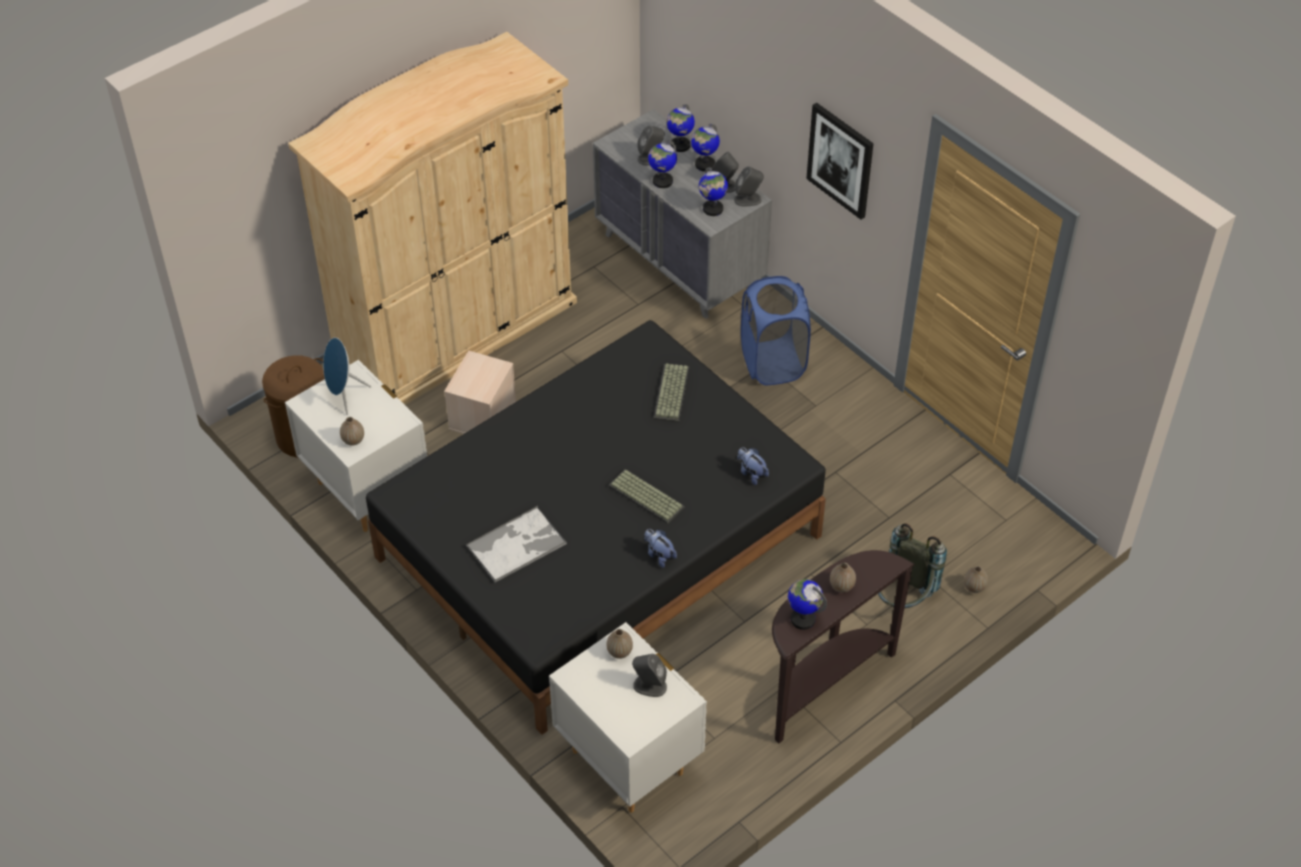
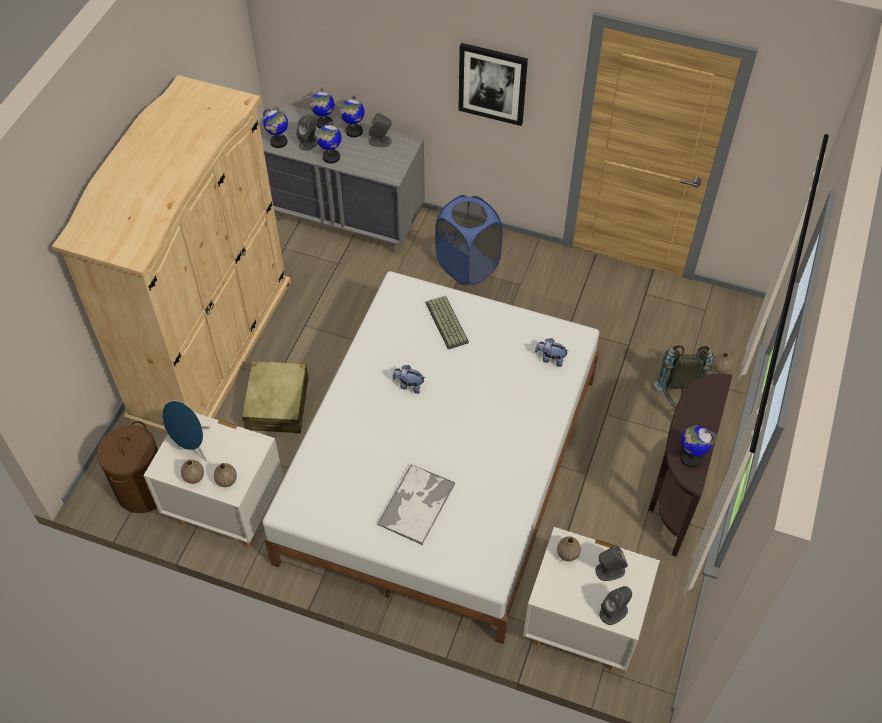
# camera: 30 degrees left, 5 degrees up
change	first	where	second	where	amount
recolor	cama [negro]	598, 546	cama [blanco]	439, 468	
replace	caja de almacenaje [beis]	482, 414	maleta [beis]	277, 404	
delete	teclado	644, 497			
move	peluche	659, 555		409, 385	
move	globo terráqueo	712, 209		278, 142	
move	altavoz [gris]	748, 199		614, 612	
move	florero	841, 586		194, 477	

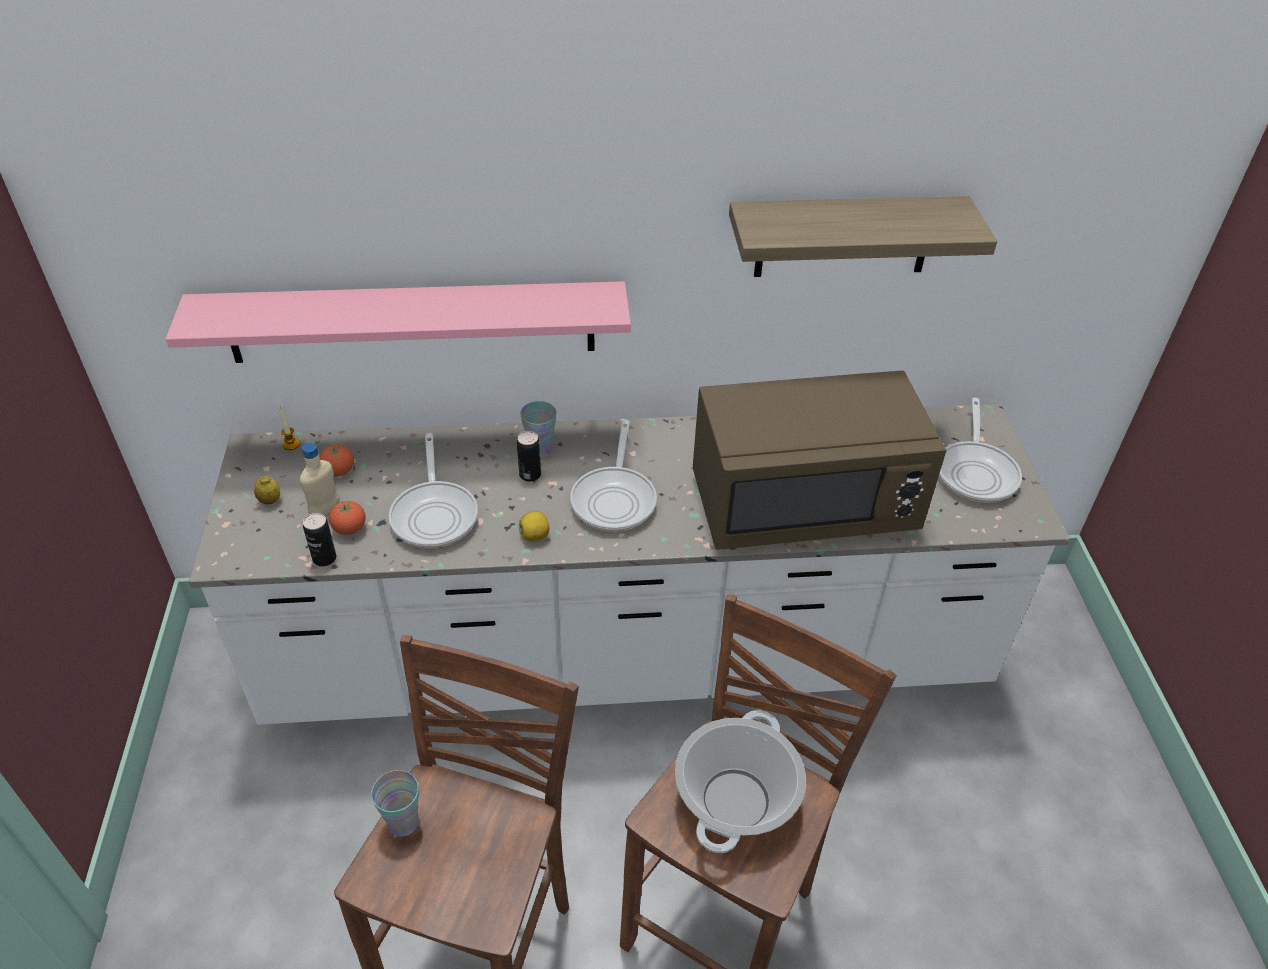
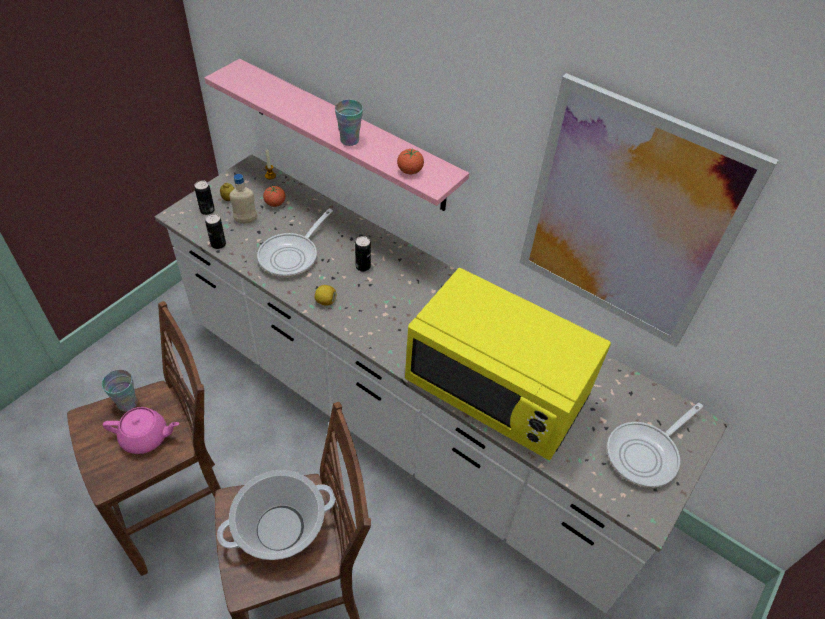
# camera: 40 degrees right, 5 degrees up
change	first	where	second	where	amount
move	tomate	350, 529		410, 171	
move	taza	540, 449		349, 140	
delete	sartén	615, 499			
recolor	microondas [marrón]	803, 505	microondas [amarillo]	497, 391	
replace	estante	844, 236	cuadro	627, 218	
insert			tetera [rosa]	146, 437	
insert			lata	207, 210	

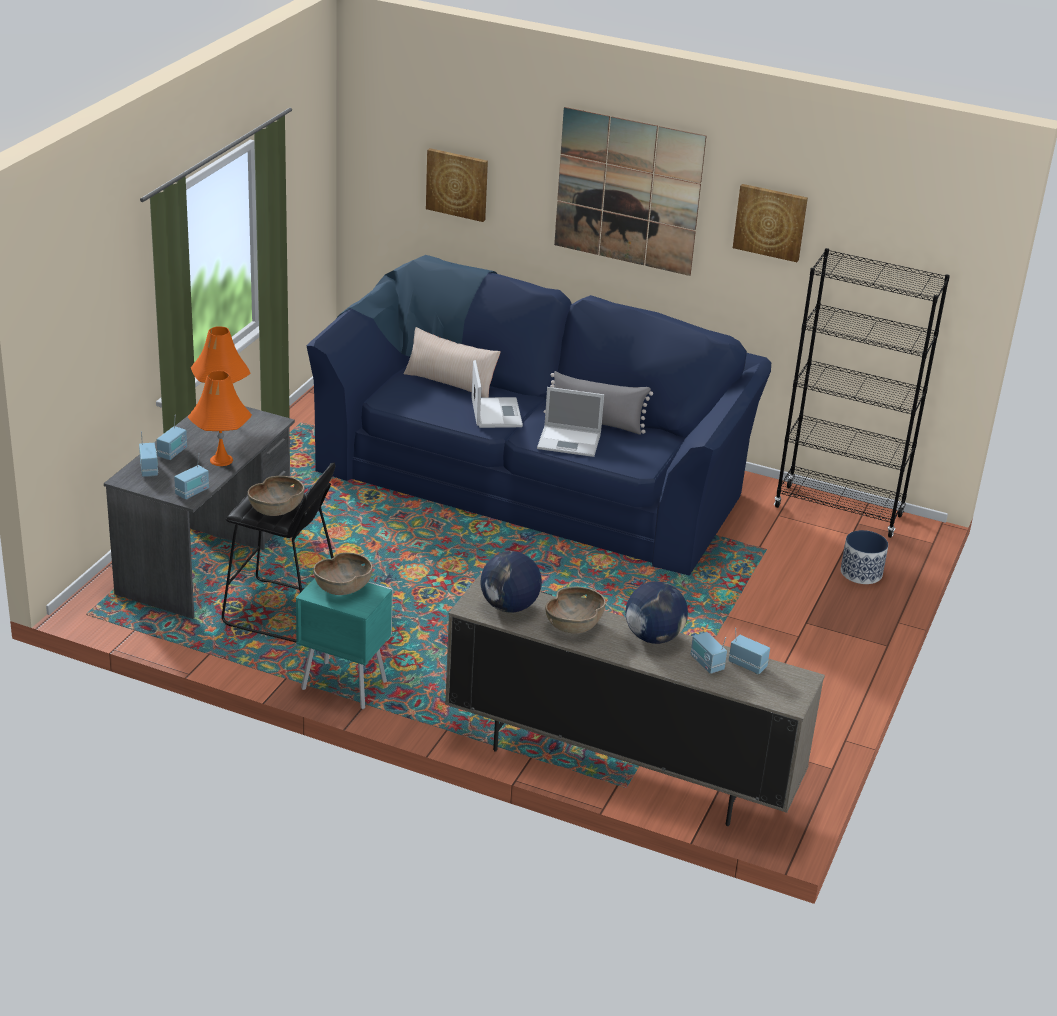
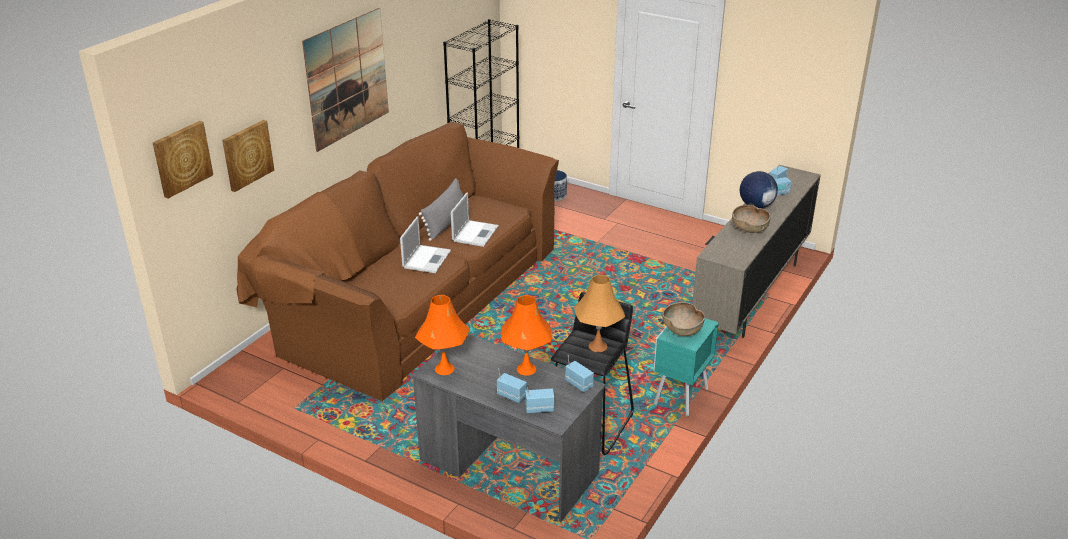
# camera: 80 degrees left, 0 degrees up
change	first	where	second	where	amount
replace	cuenco [marrón]	276, 510	lámpara de mesa [naranja]	598, 346	
recolor	sofá [azul]	532, 476	sofá [marrón]	415, 297	
delete	cojín [beis]	450, 382			
rotate	portátil	496, 412		427, 259	105 degrees clockwise
delete	globo terráqueo	509, 607			
move	cuadro	770, 222		182, 158	

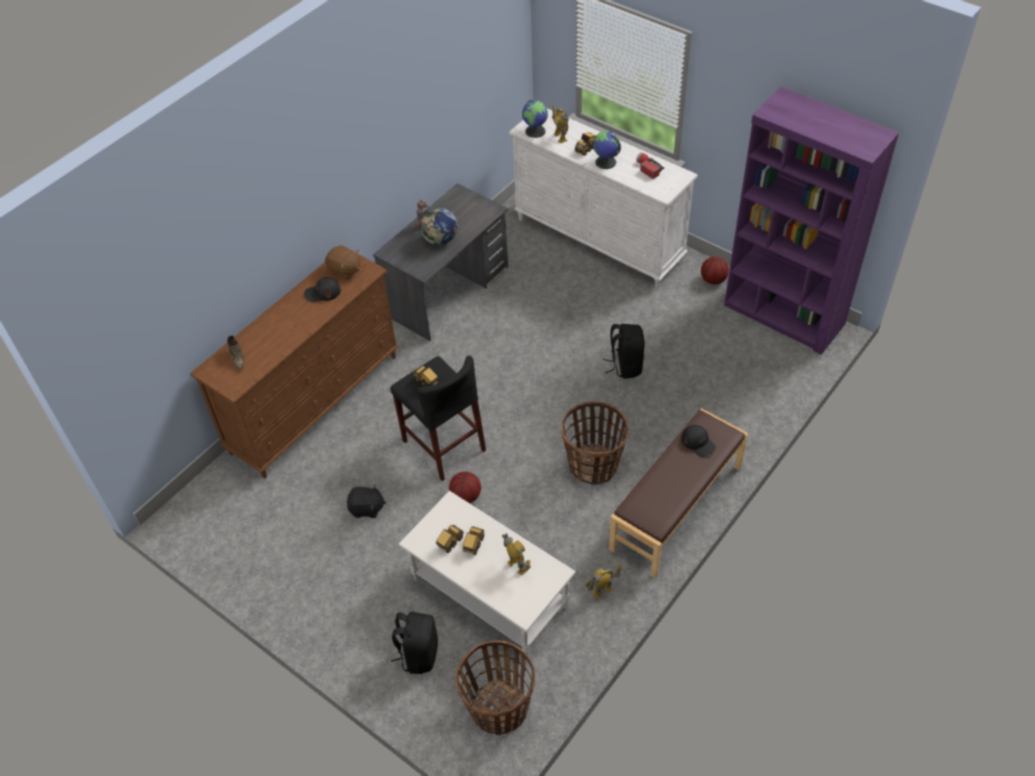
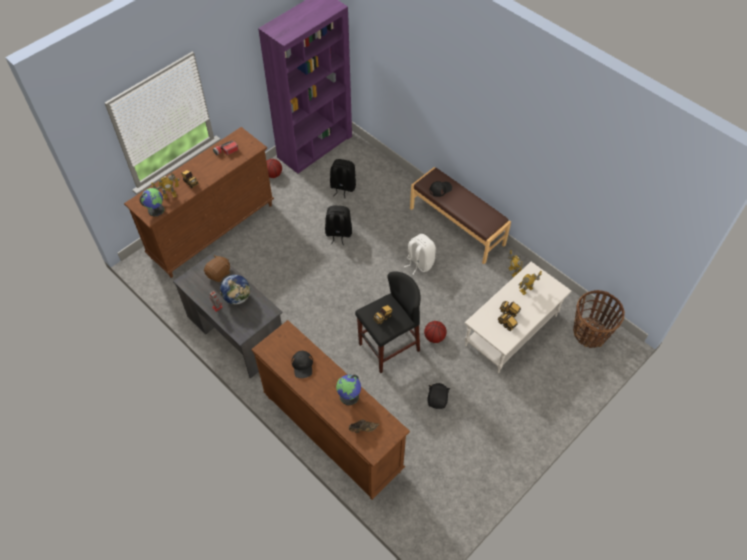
# camera: 85 degrees left, 5 degrees up
change	first	where	second	where	amount
move	peluche [marrón]	345, 270		219, 273	
move	mochila [negro]	418, 654		342, 187	
recolor	cómoda [blanco]	599, 240	cómoda [marrón]	213, 230	
replace	cesta	593, 465	mochila [blanco]	419, 263	
move	globo terráqueo	605, 162		349, 396	

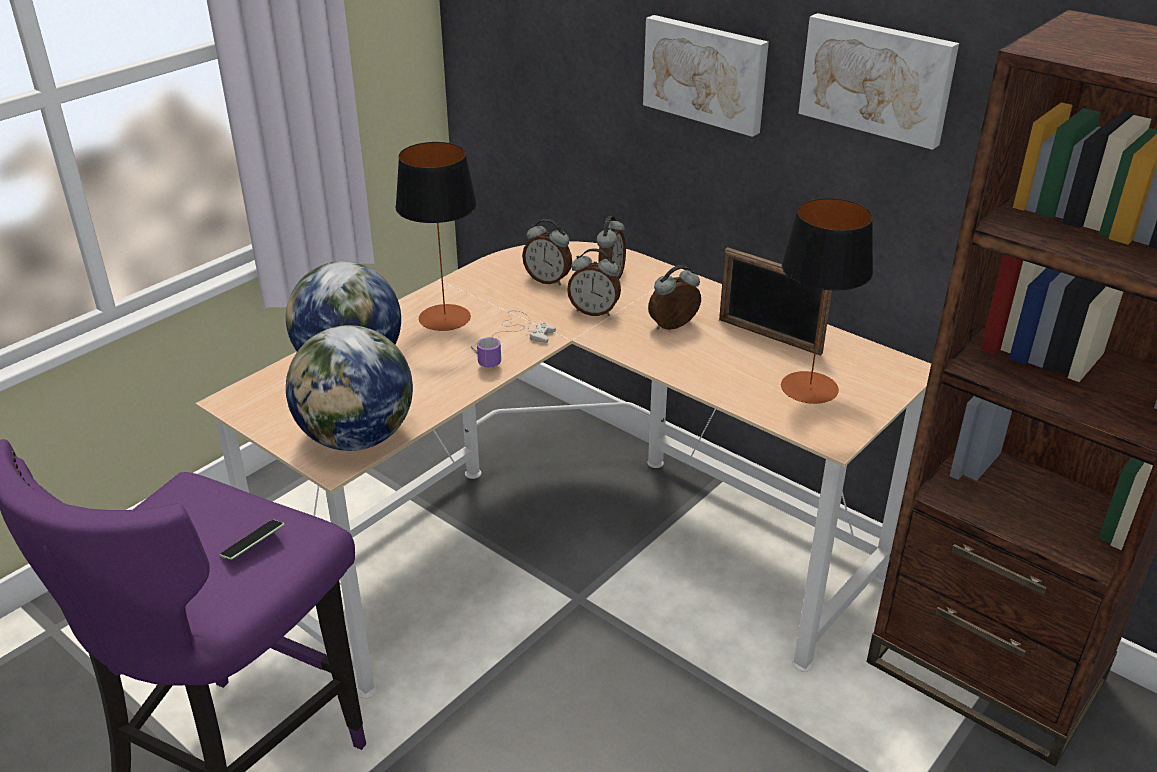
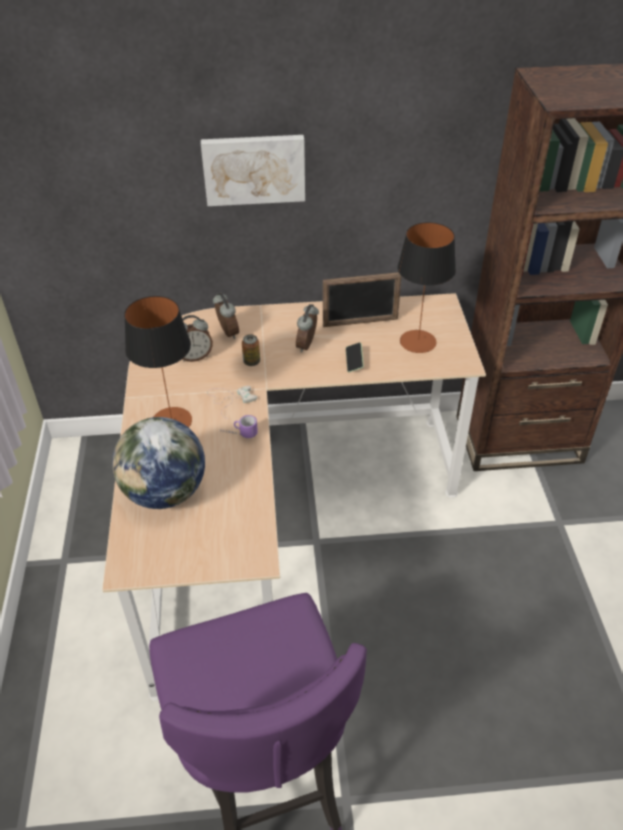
# camera: 45 degrees left, 10 degrees up
change	first	where	second	where	amount
move	móvil	253, 546		354, 361	
delete	globo terráqueo	357, 438			
replace	despertador	594, 311	lata	251, 362	
delete	cuadro	877, 78			

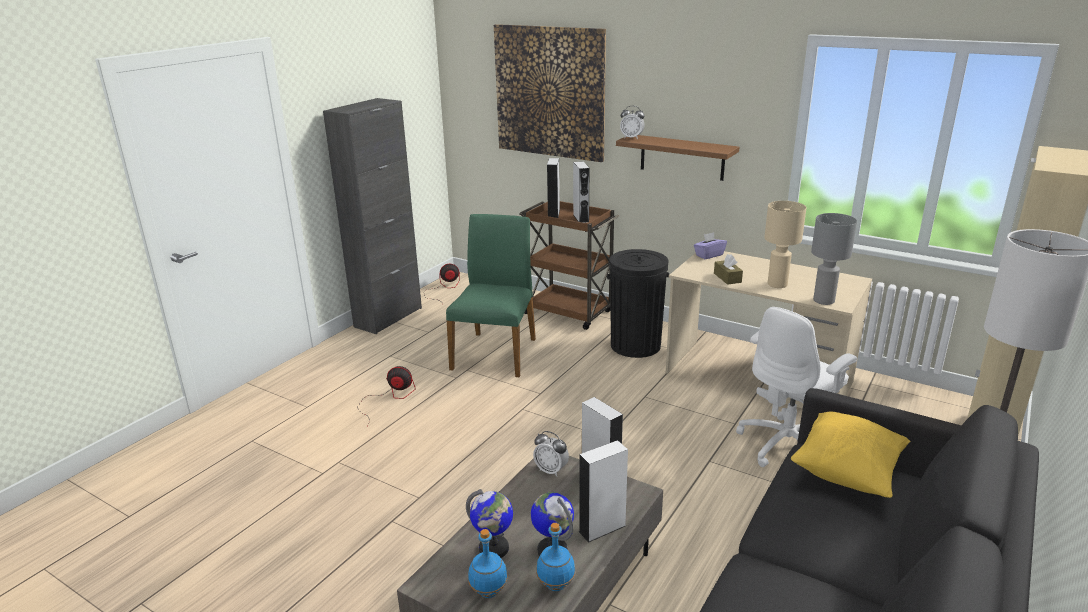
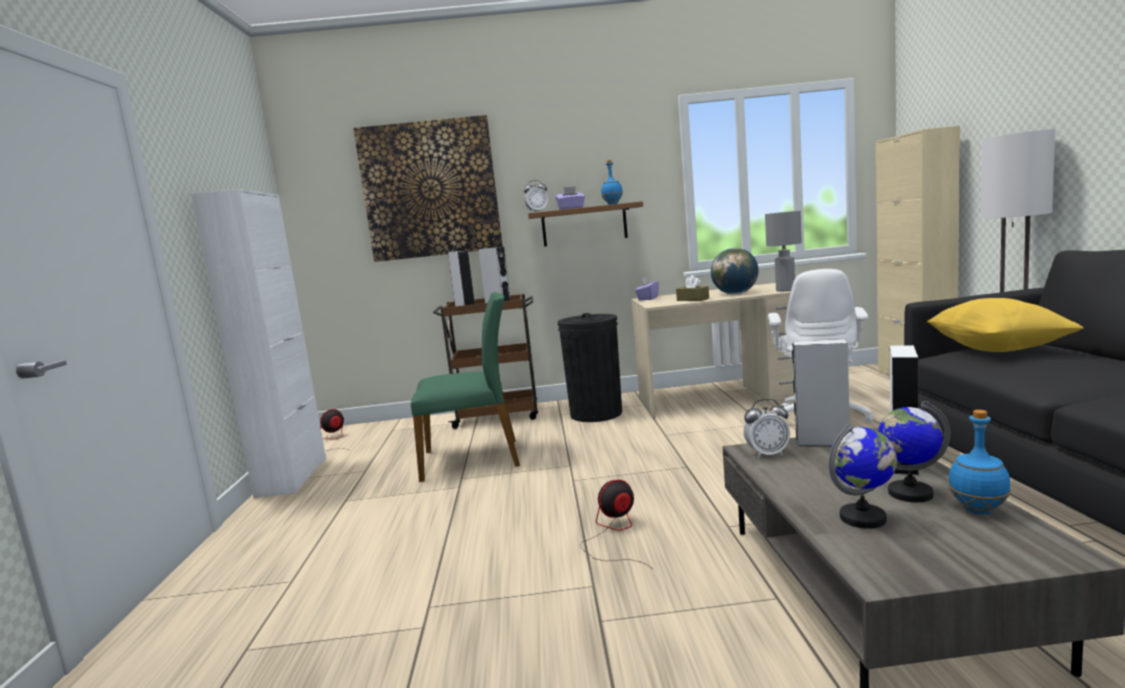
# camera: 35 degrees left, 15 degrees down
change	first	where	second	where	amount
recolor	armario [negro]	388, 317	armario [blanco]	292, 477	
move	ventilador	389, 398		614, 533	
rotate	silla [verde]	496, 353		472, 458	105 degrees clockwise
move	botella [azul]	489, 591		612, 204	
replace	lámpara de mesa [beis]	778, 284	globo terráqueo	735, 294	
insert			caja de pañuelos [morado]	571, 208	

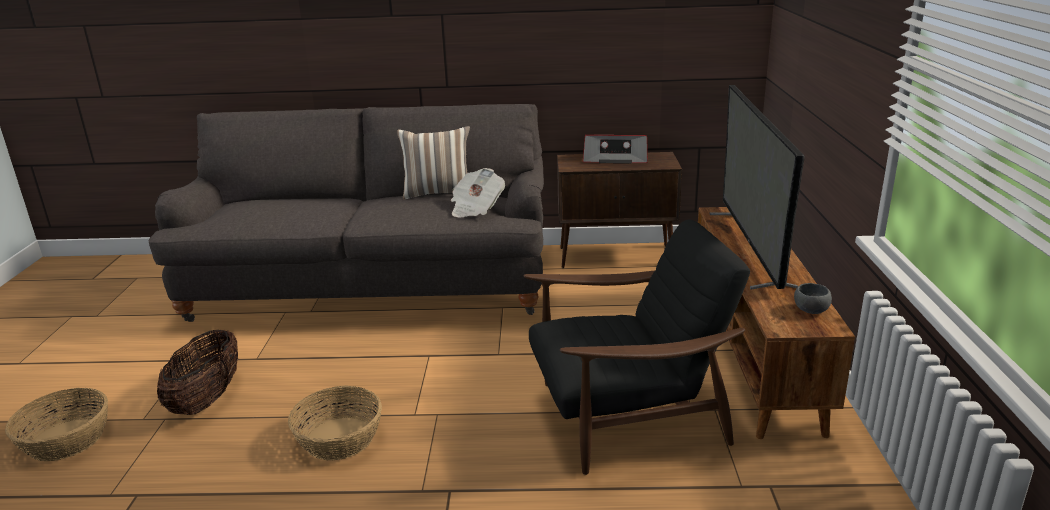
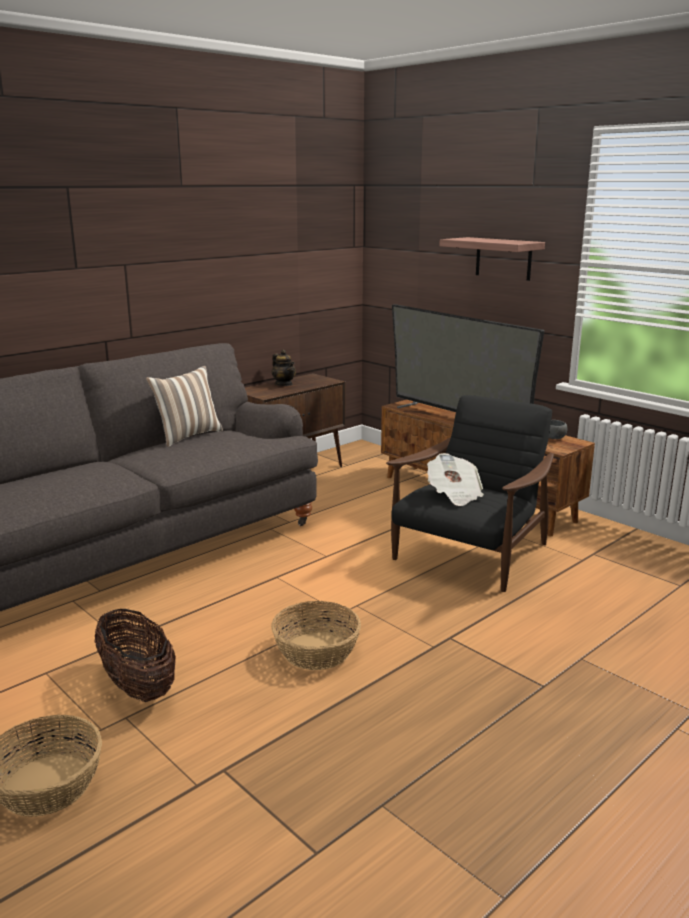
# camera: 45 degrees left, 5 degrees down
change	first	where	second	where	amount
move	periódico	476, 208		454, 494	
replace	radio	615, 158	tetera	284, 384	
insert			estante	503, 258	

